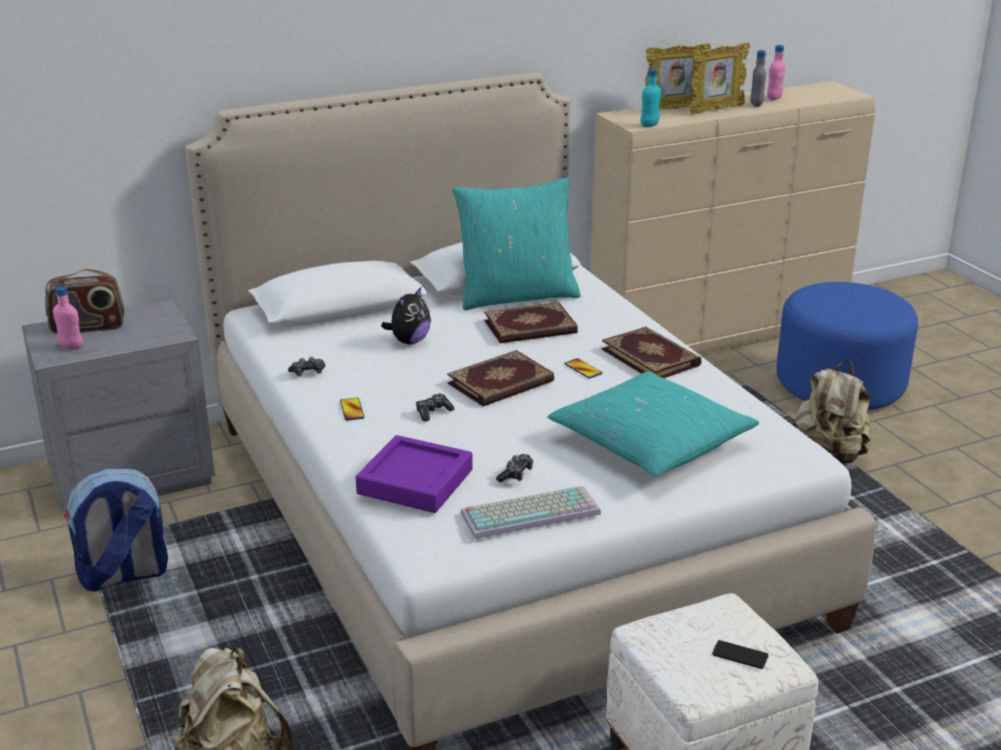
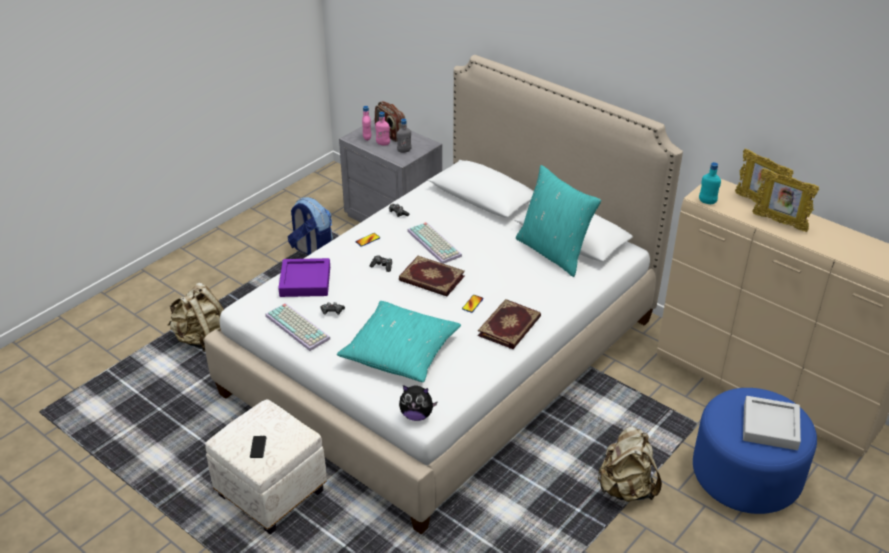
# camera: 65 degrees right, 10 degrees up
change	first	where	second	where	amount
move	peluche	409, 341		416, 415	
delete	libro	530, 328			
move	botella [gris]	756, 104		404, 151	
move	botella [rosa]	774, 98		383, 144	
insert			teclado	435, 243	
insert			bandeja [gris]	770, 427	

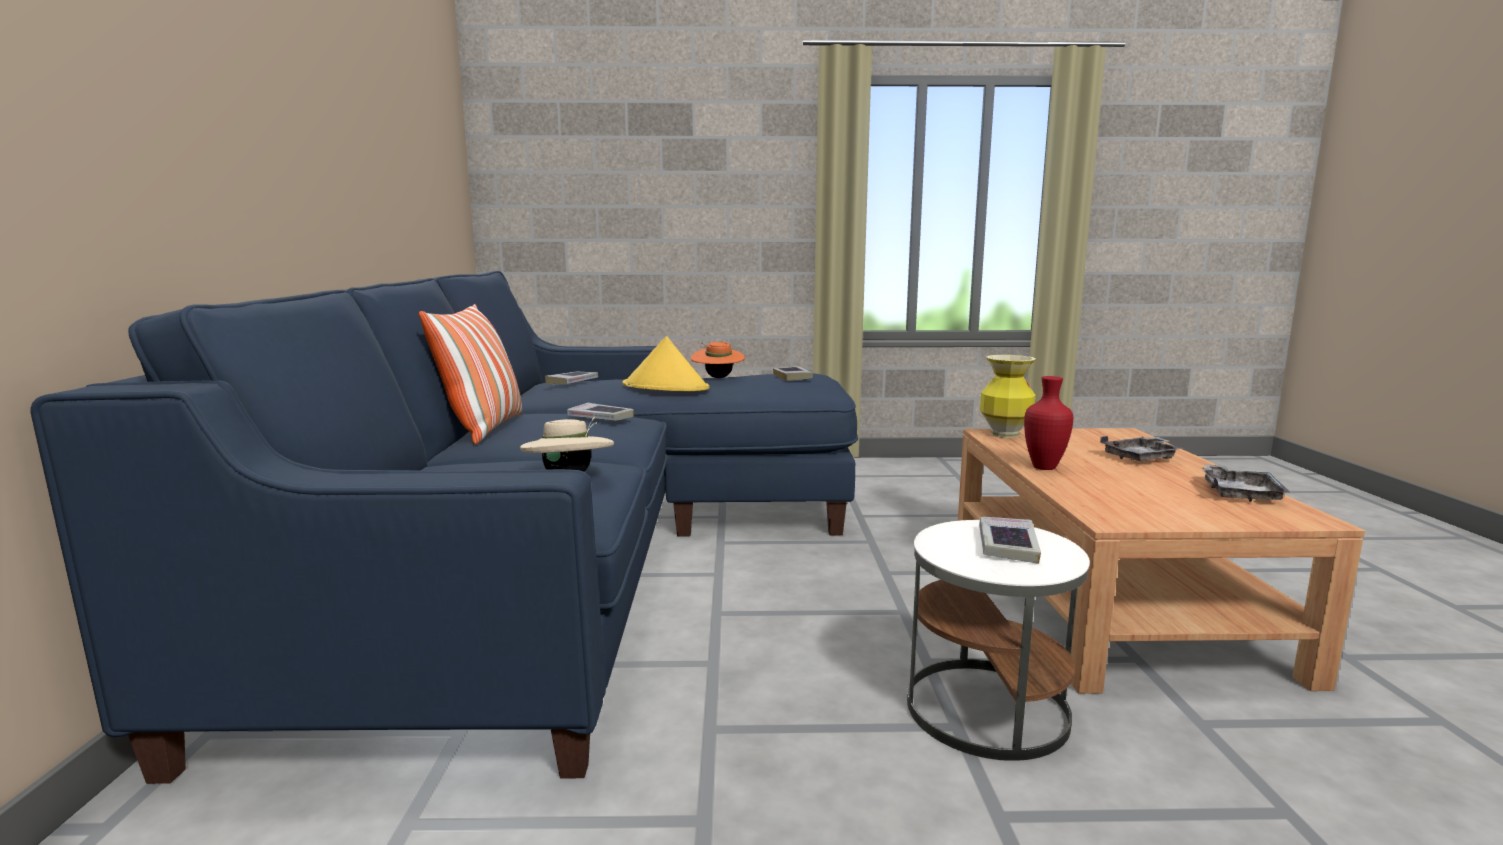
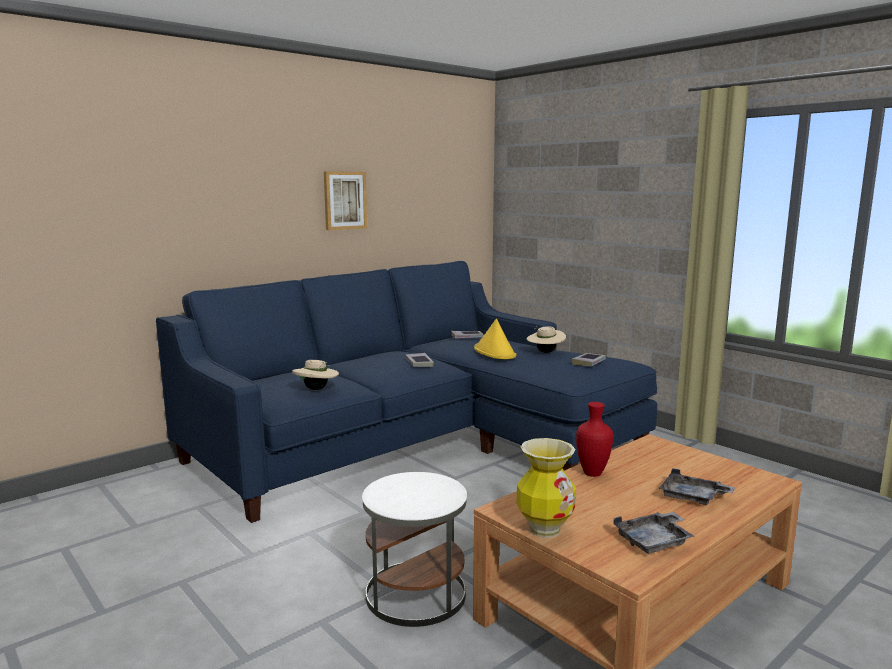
# camera: 50 degrees right, 0 degrees up
change	first	where	second	where	amount
delete	cojín	484, 429			
recolor	sombrero [naranja]	718, 378	sombrero [beis]	545, 352	
delete	libro	1007, 545			
move	florero	1004, 434		544, 529	
insert			cuadro	344, 200	

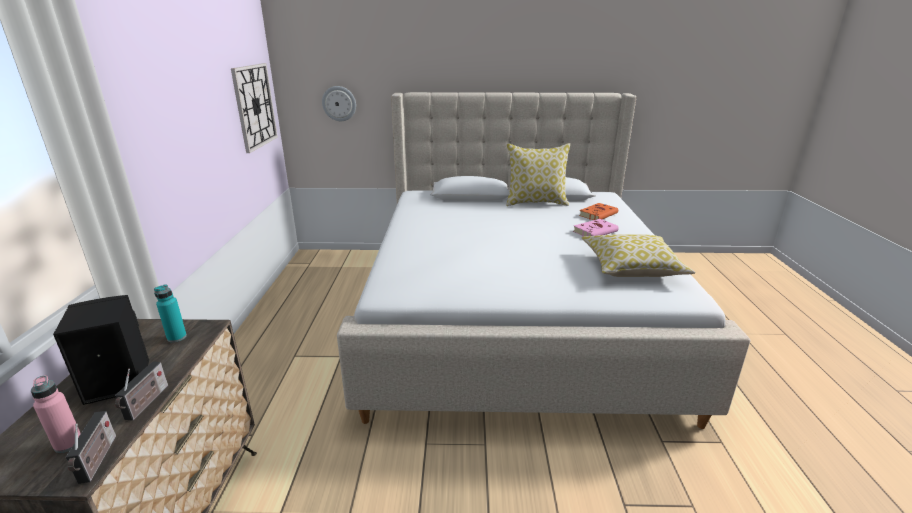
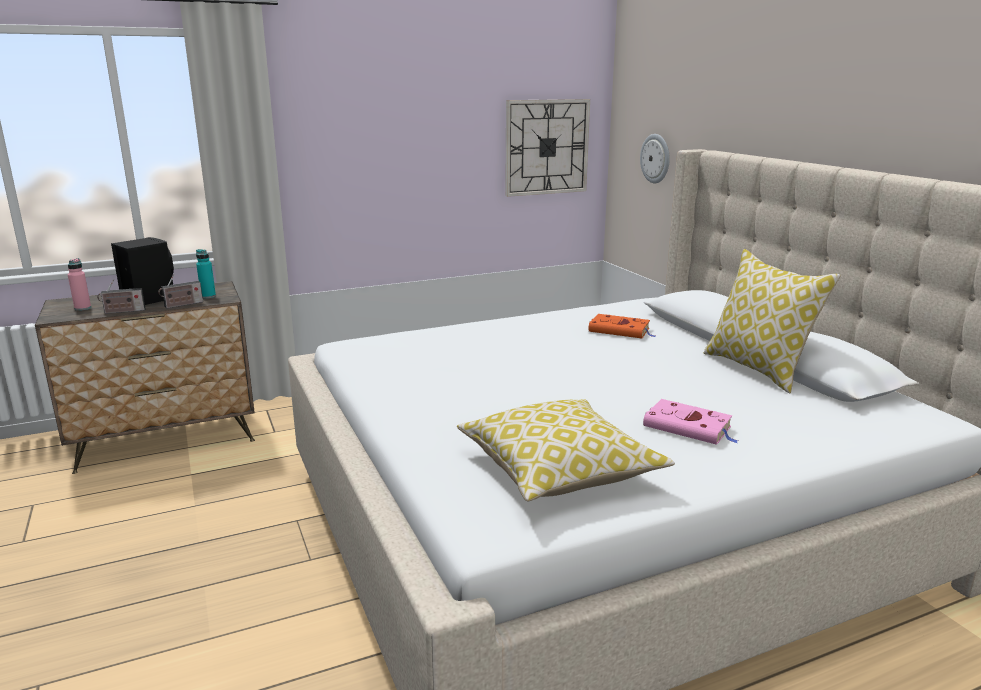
# camera: 65 degrees right, 5 degrees down
change	first	where	second	where	amount
move	radio	97, 461		182, 305	
move	libro [naranja]	598, 214		621, 330	

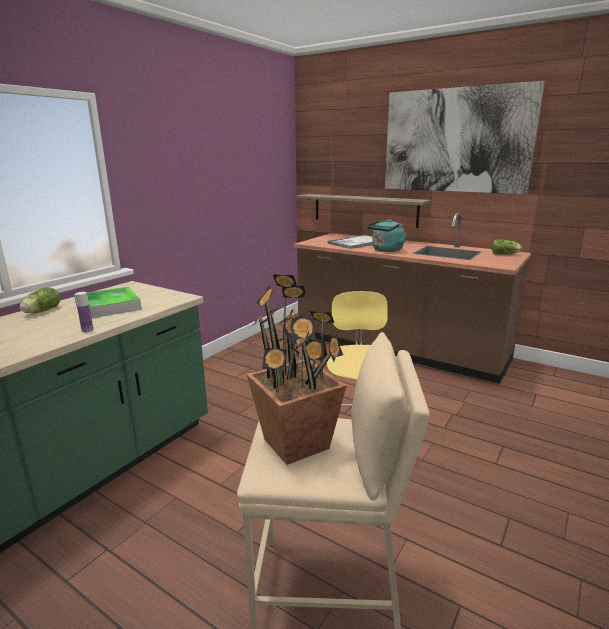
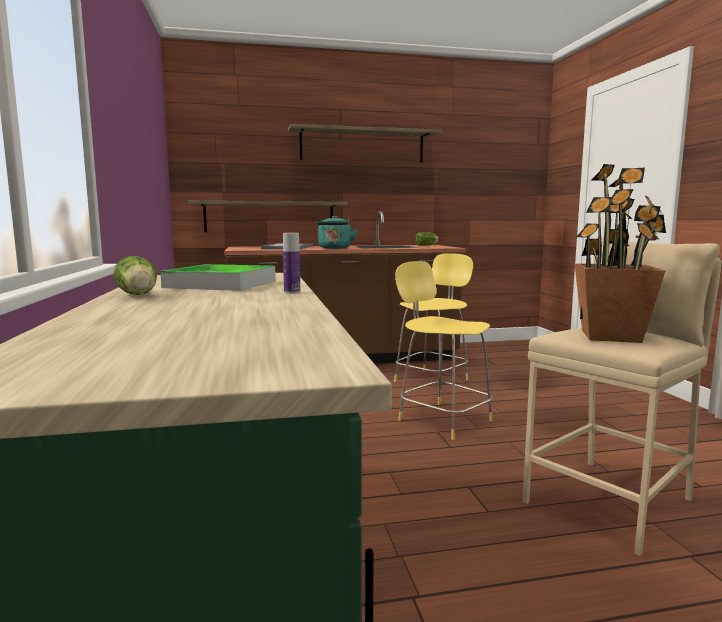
# camera: 45 degrees left, 10 degrees down
change	first	where	second	where	amount
replace	cuadro	456, 141	estante	362, 146	
insert			taburete [amarillo]	433, 380	

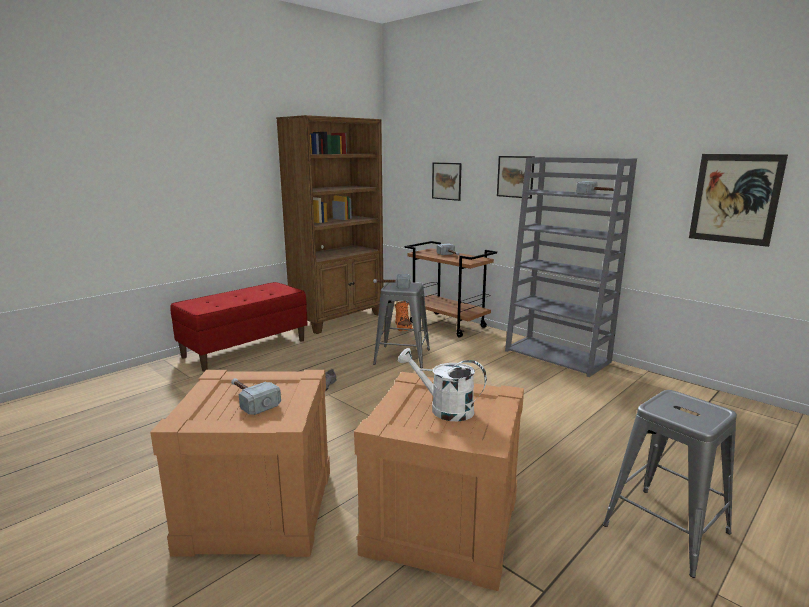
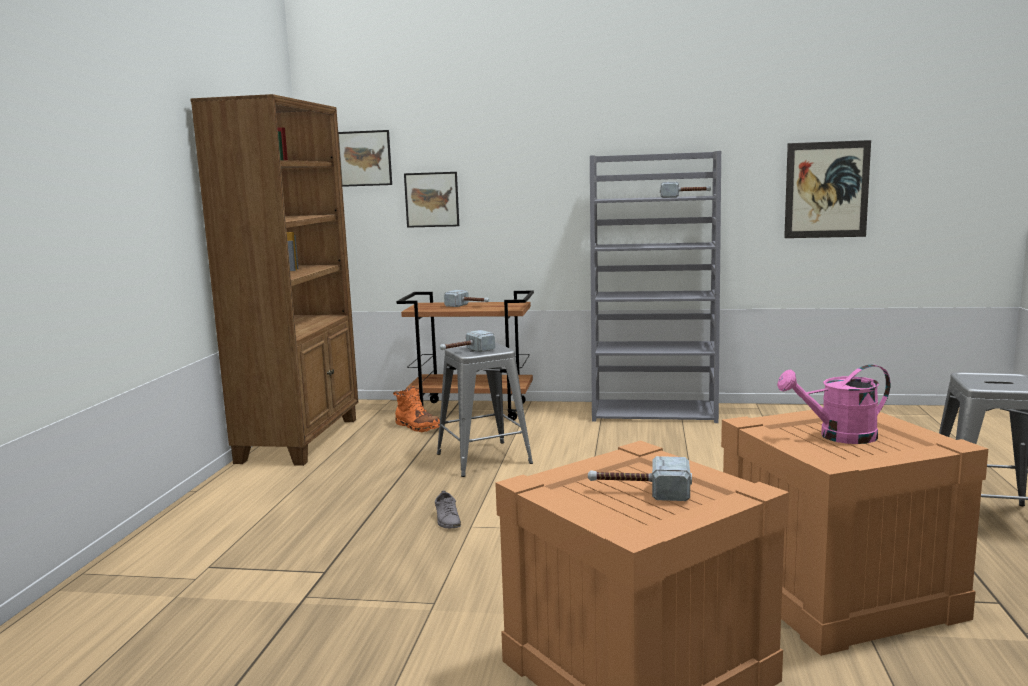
# camera: 35 degrees left, 5 degrees down
change	first	where	second	where	amount
delete	banco [rojo]	245, 348			
recolor	regadera [blanco]	444, 409	regadera [rosa]	838, 436	
move	cuadro	515, 176		364, 158	

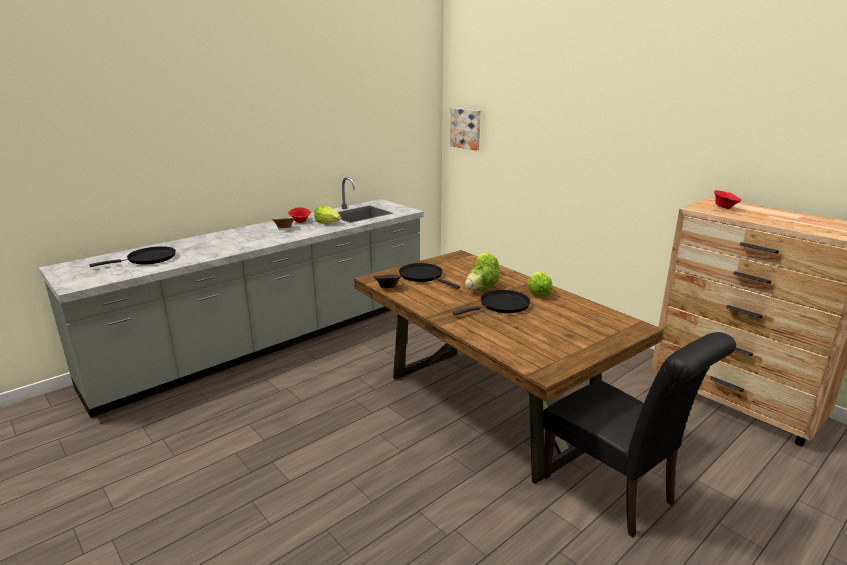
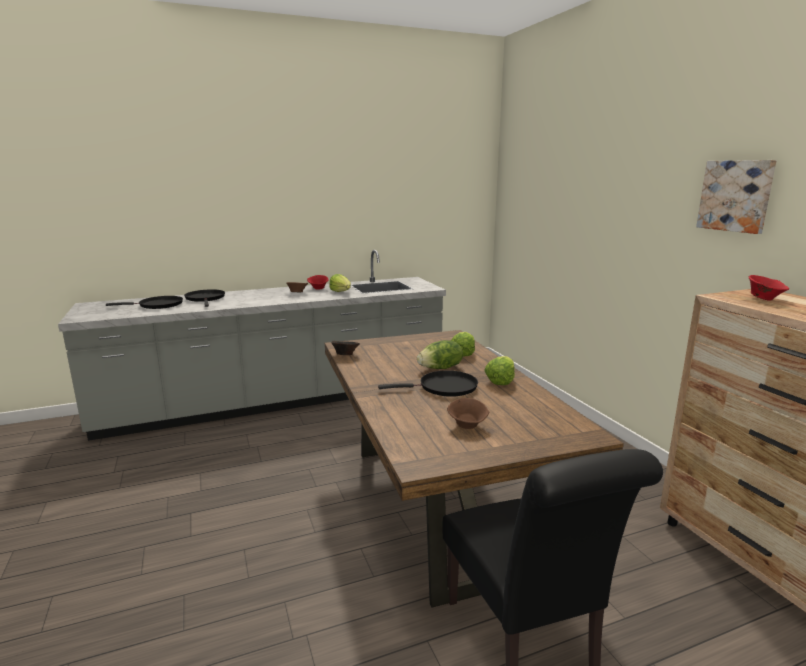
# camera: 20 degrees right, 5 degrees down
change	first	where	second	where	amount
move	sartén [negro]	423, 276		205, 299	
move	cuadro	466, 128		736, 196	
insert			cuenco [marrón]	467, 426	

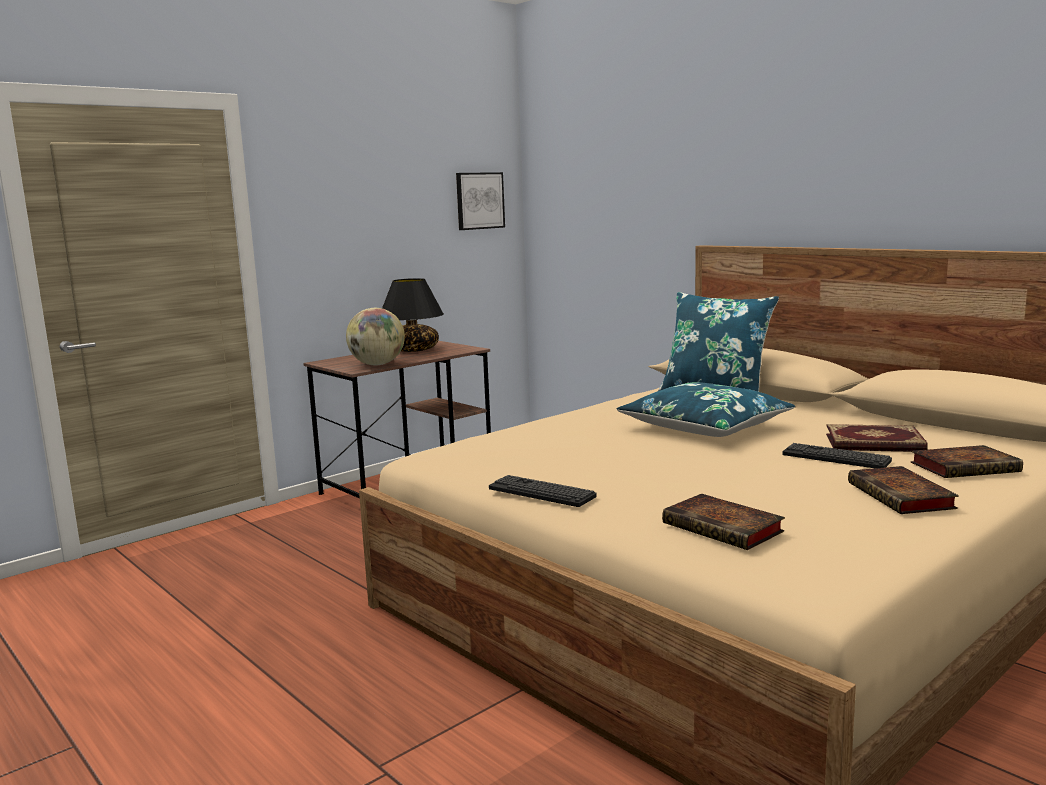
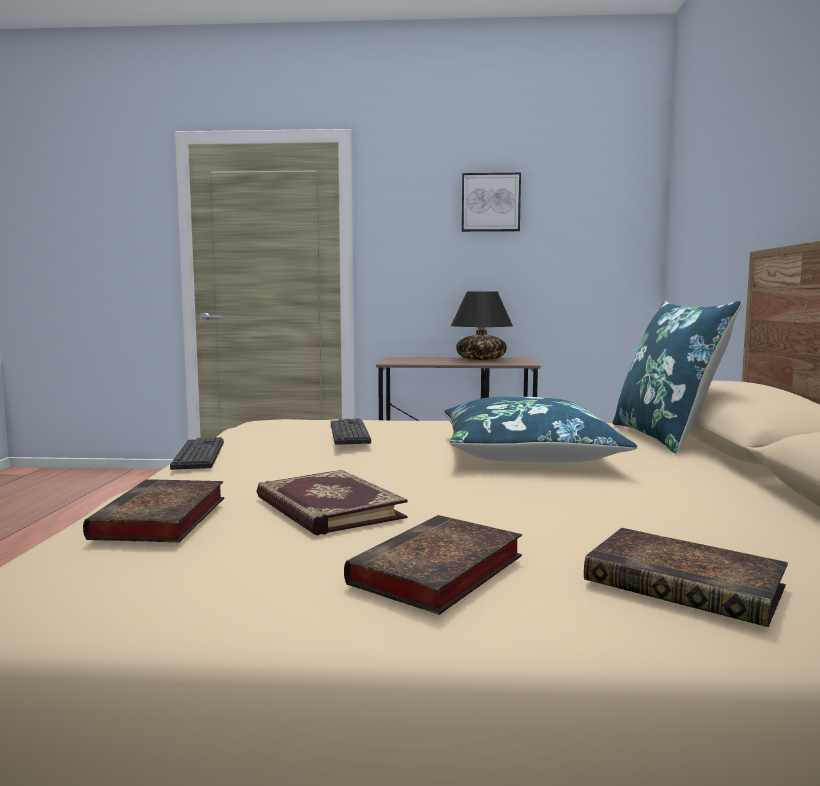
# camera: 45 degrees right, 5 degrees down
change	first	where	second	where	amount
delete	globo terráqueo	377, 364			
move	cuadro	479, 201		490, 202	
move	teclado	836, 457		349, 433	
move	libro	874, 443		326, 508	

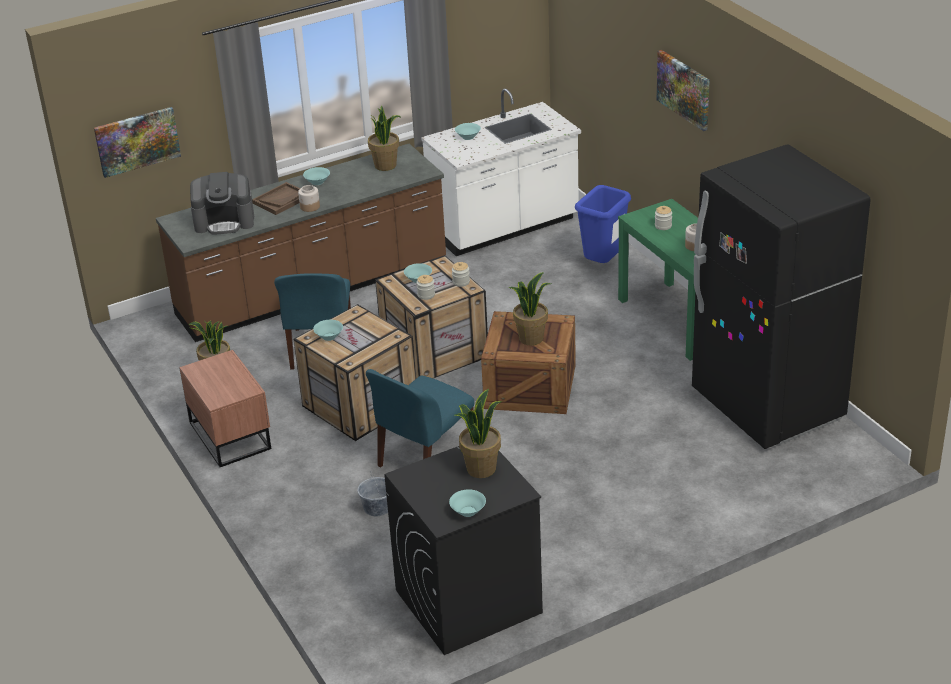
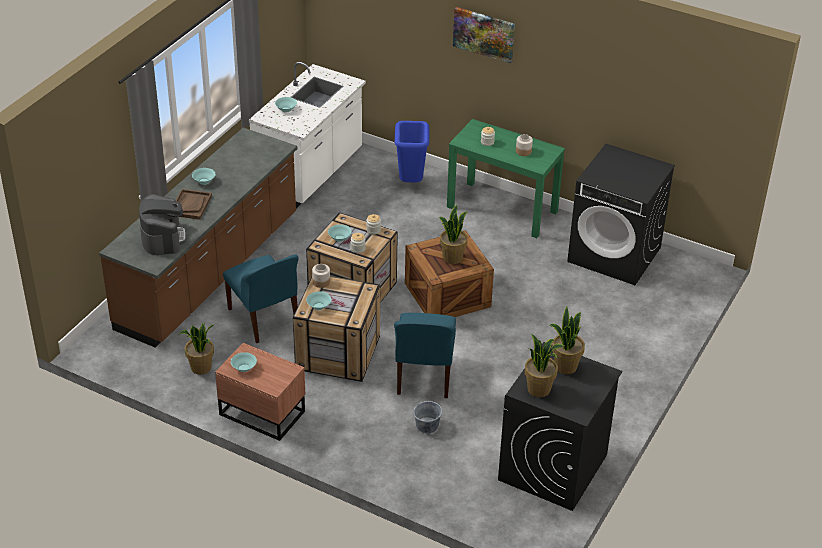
# camera: 35 degrees left, 5 degrees up
change	first	where	second	where	amount
delete	cuadro	137, 141			
rotate	cafetera	225, 221		163, 238	60 degrees counterclockwise
move	tarro	310, 207		321, 282	
move	planta en maceta	386, 165		539, 389	
move	cuenco [turquesa]	468, 512		244, 368	
replace	nevera [negro]	767, 406	lavadora [negro]	615, 254	

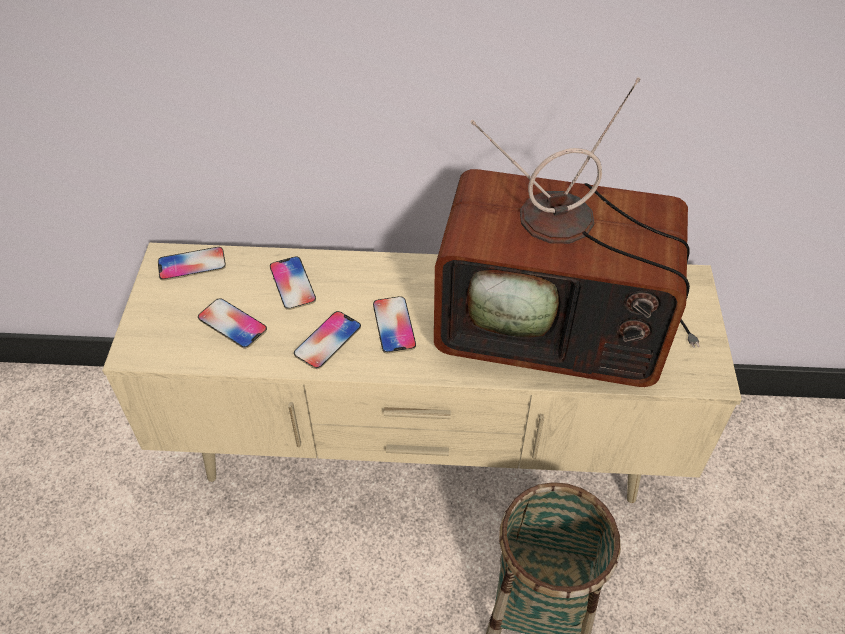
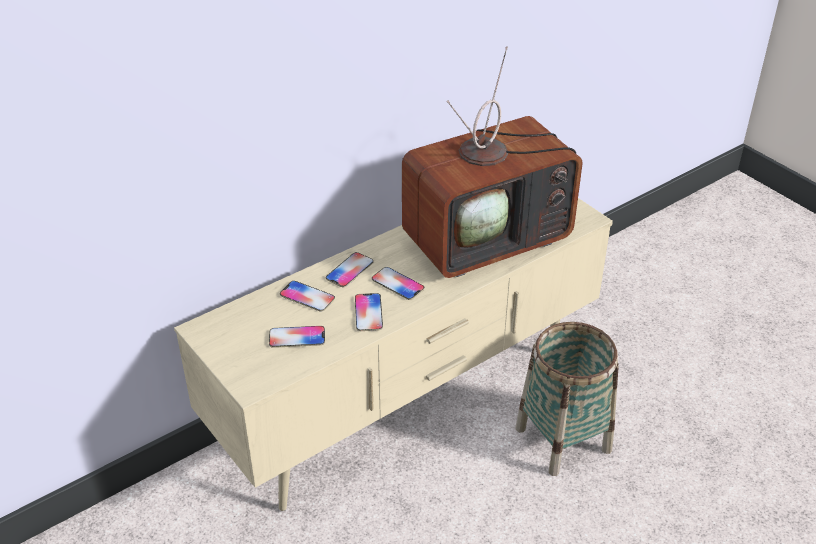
# camera: 40 degrees left, 10 degrees down
change	first	where	second	where	amount
move	móvil	192, 264		349, 270	

